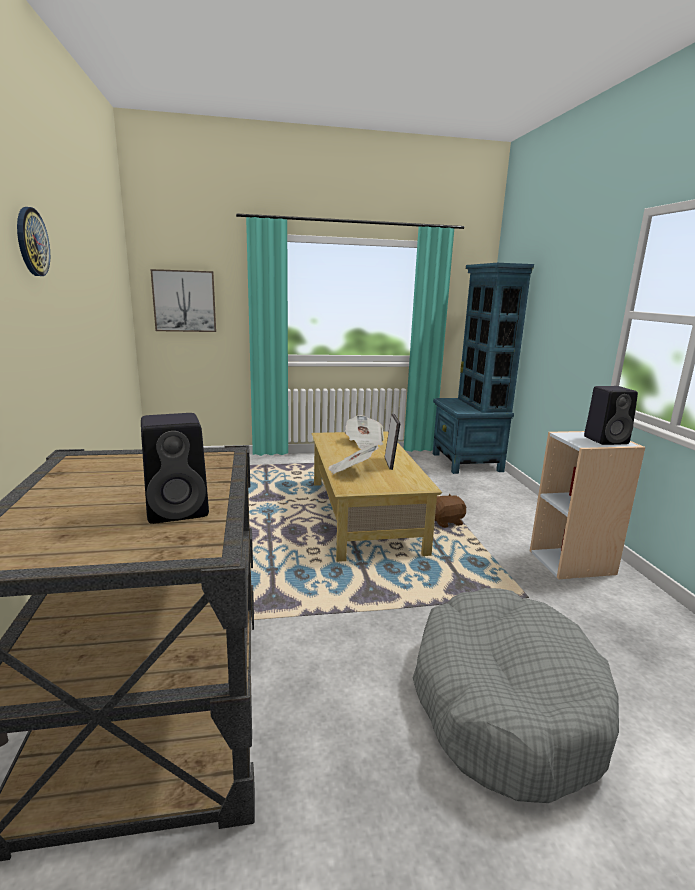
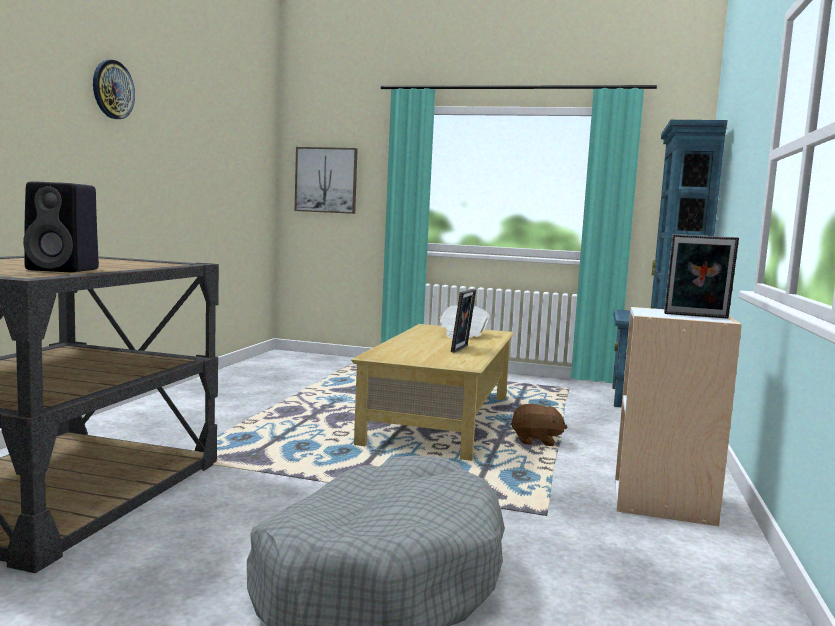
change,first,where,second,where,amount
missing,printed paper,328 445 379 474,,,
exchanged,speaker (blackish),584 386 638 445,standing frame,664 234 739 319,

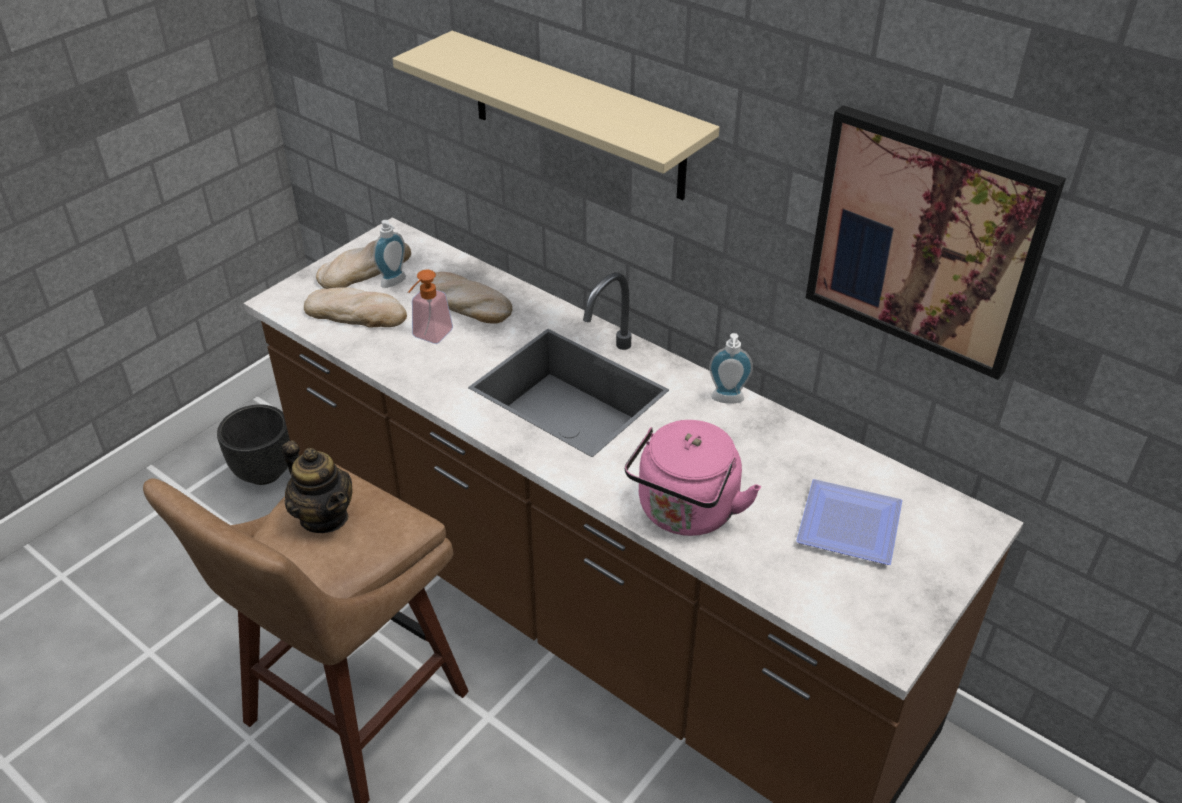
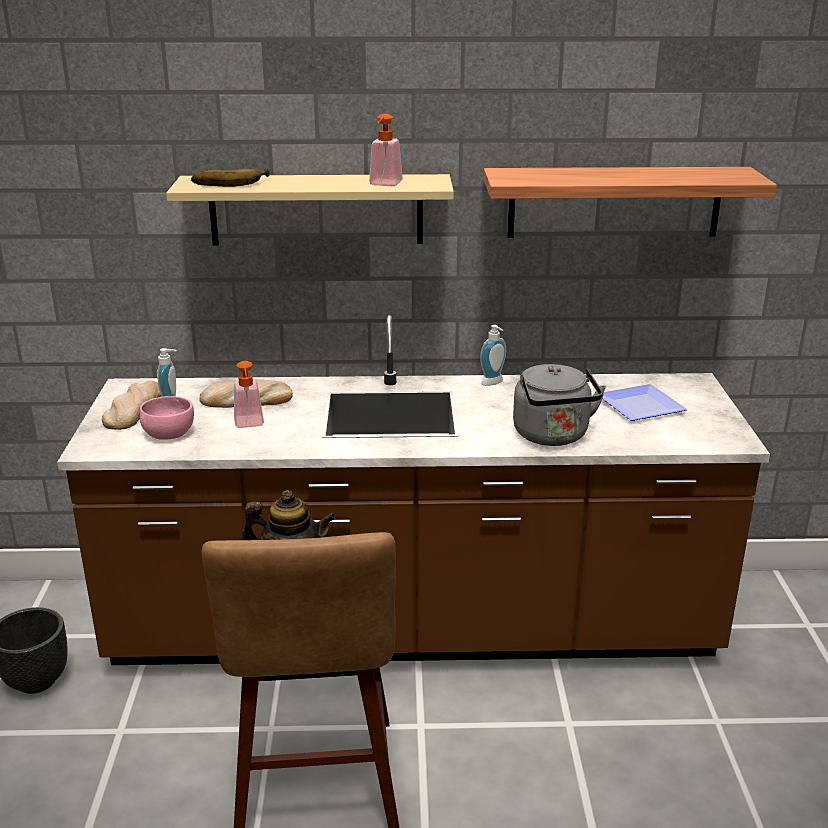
change,first,where,second,where,amount
appeared,,,banana,191 168 270 187,
appeared,,,soap dispenser,369 114 403 186,
exchanged,bakery bread,304 287 407 328,serving bowl (pinkish),140 396 194 440,
exchanged,wall picture,806 105 1066 380,bracket shelf,484 167 777 238,
colour,kettle (pinkish),625 420 761 536,kettle (gray),513 364 606 446,

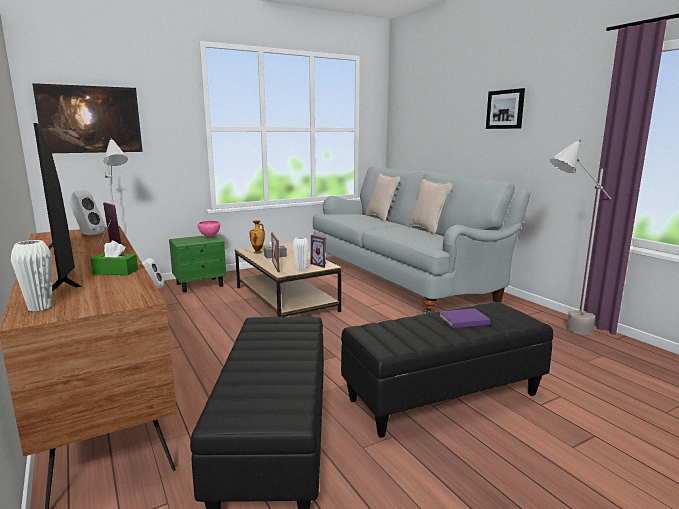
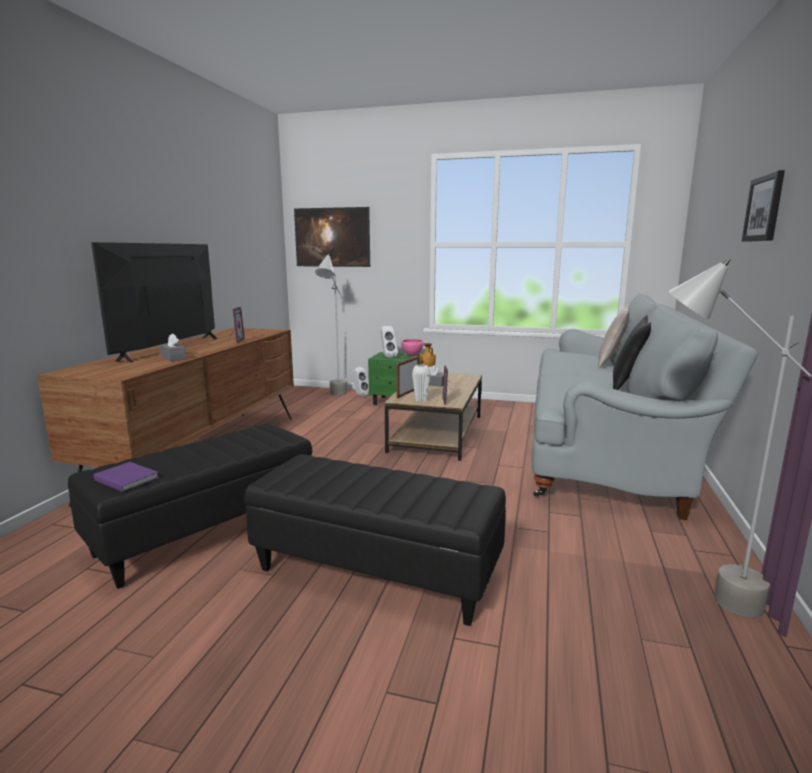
change,first,where,second,where,amount
missing,vase (whitish),11 240 52 311,,,
relocated,speaker (whitish),68 190 105 235,,380 326 398 358,
relocated,book (purplish),439 308 491 328,,93 462 159 492,
colour,tissue box (green),90 240 138 275,tissue box (gray),160 333 186 362,
colour,pillow (beige-coloured),407 179 452 234,pillow (blackish),613 315 651 390,

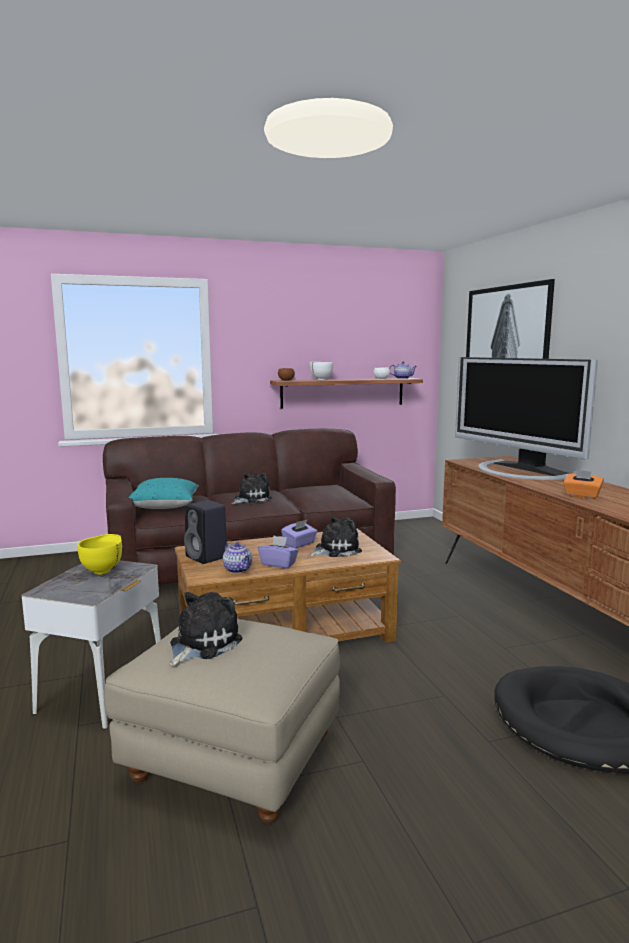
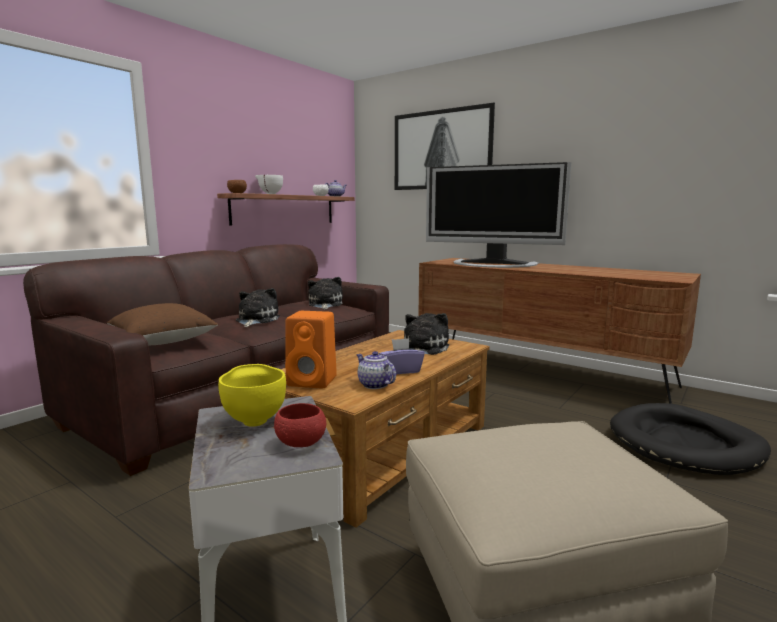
change,first,where,second,where,amount
missing,tissue box (purplish),281 520 317 548,,,
missing,tissue box (orangey),563 470 604 499,,,
appeared,,,serving bowl (reddish),274 403 326 447,
relocated,cuddly toy,169 592 242 666,,308 277 343 310,
colour,pillow (turquoise),129 478 199 509,pillow (brown),107 303 218 345,
colour,speaker (blackish),184 500 227 564,speaker (orangey),285 311 337 388,
spun,pot for tea,223 542 252 573,,356 351 396 389,150 degrees counterclockwise

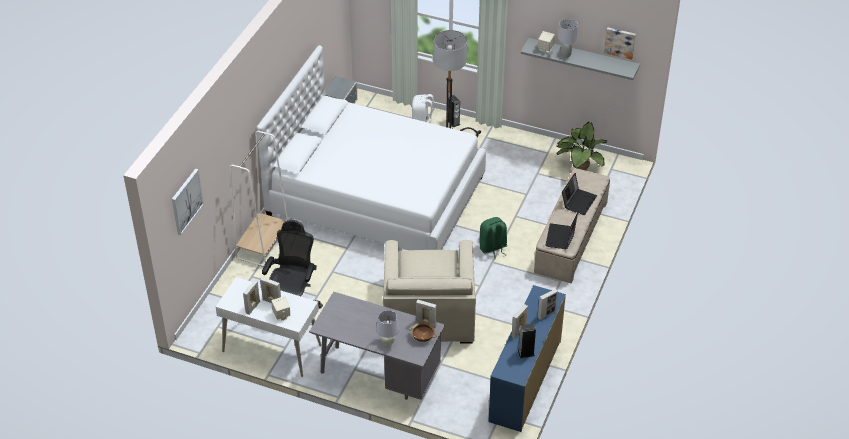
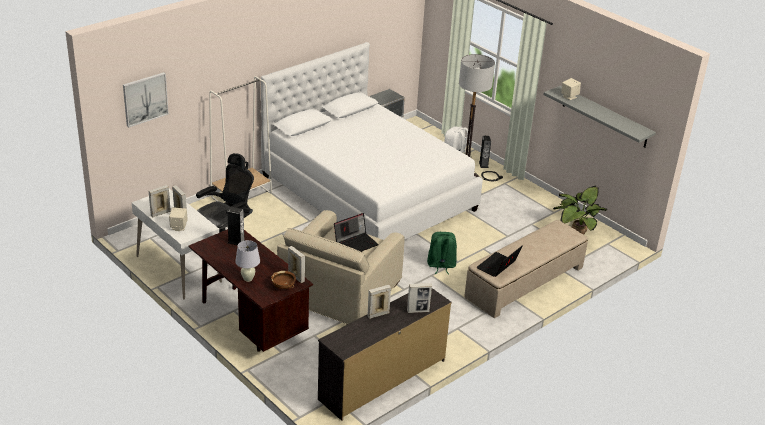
change,first,where,second,where,amount
missing,tabletop lamp (gray),558 19 578 58,,,
missing,wall picture,604 27 636 59,,,
relocated,speaker,518 323 536 358,,227 207 245 246,
relocated,notebook computer,562 173 597 215,,334 213 379 252,
colour,desk (gray),309 291 445 400,desk (brown),188 229 313 352,
colour,chest of drawers (bluish),488 285 566 432,chest of drawers (blackish),318 288 452 421,

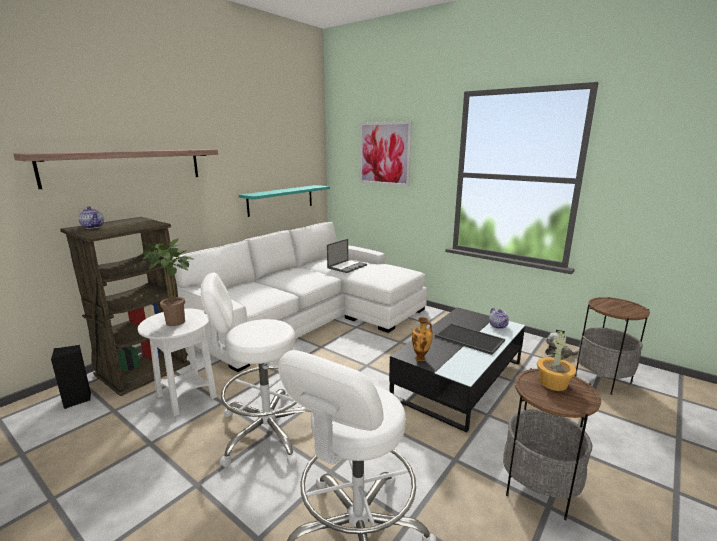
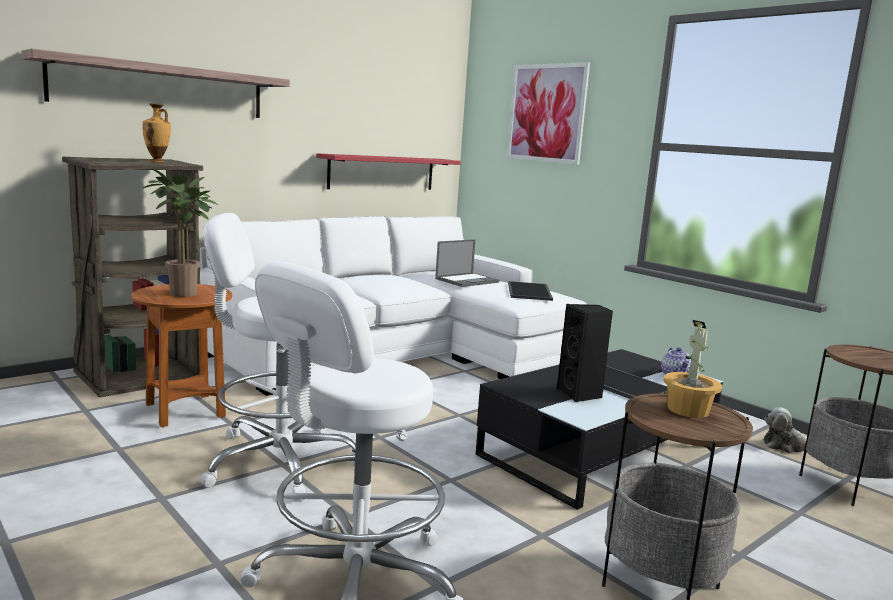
change,first,where,second,where,amount
missing,pot for tea,78 206 104 229,,,
appeared,,,carrying tray,508 281 553 301,
relocated,speaker (blackish),51 345 91 409,,557 304 613 402,
relocated,vase,412 317 433 361,,143 103 171 162,
colour,accent table (whitish),138 309 217 416,accent table (brown),131 284 232 427,
colour,bracket shelf (turquoise),239 185 330 217,bracket shelf (reddish),316 153 461 190,

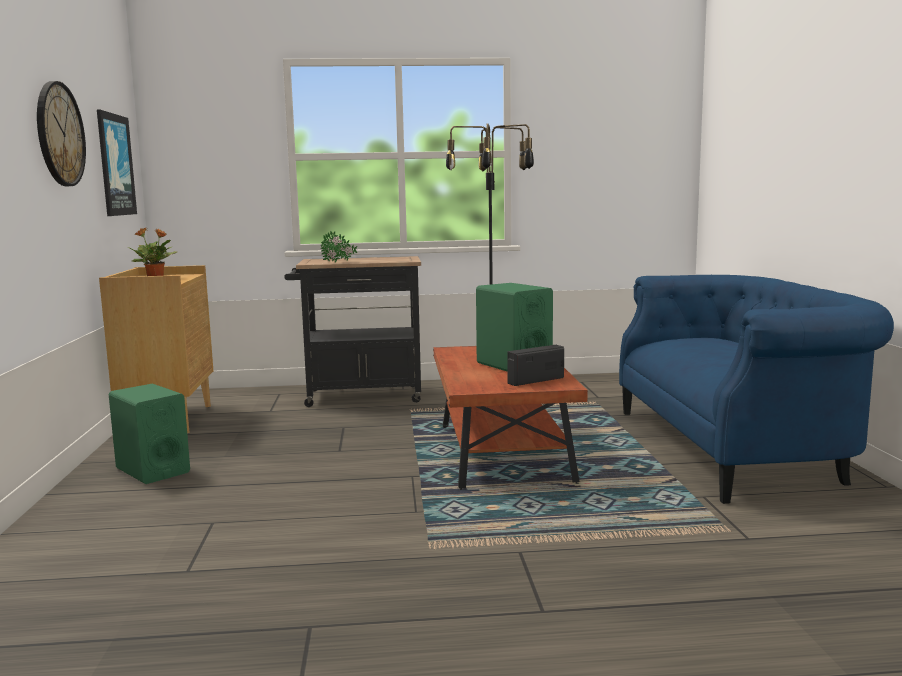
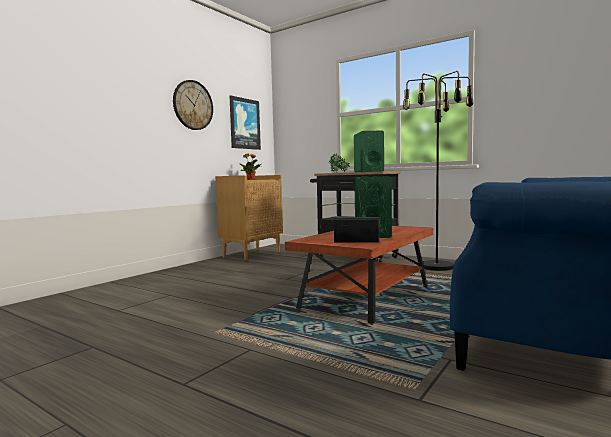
change,first,where,second,where,amount
relocated,speaker (green),109 384 190 484,,354 130 384 172,

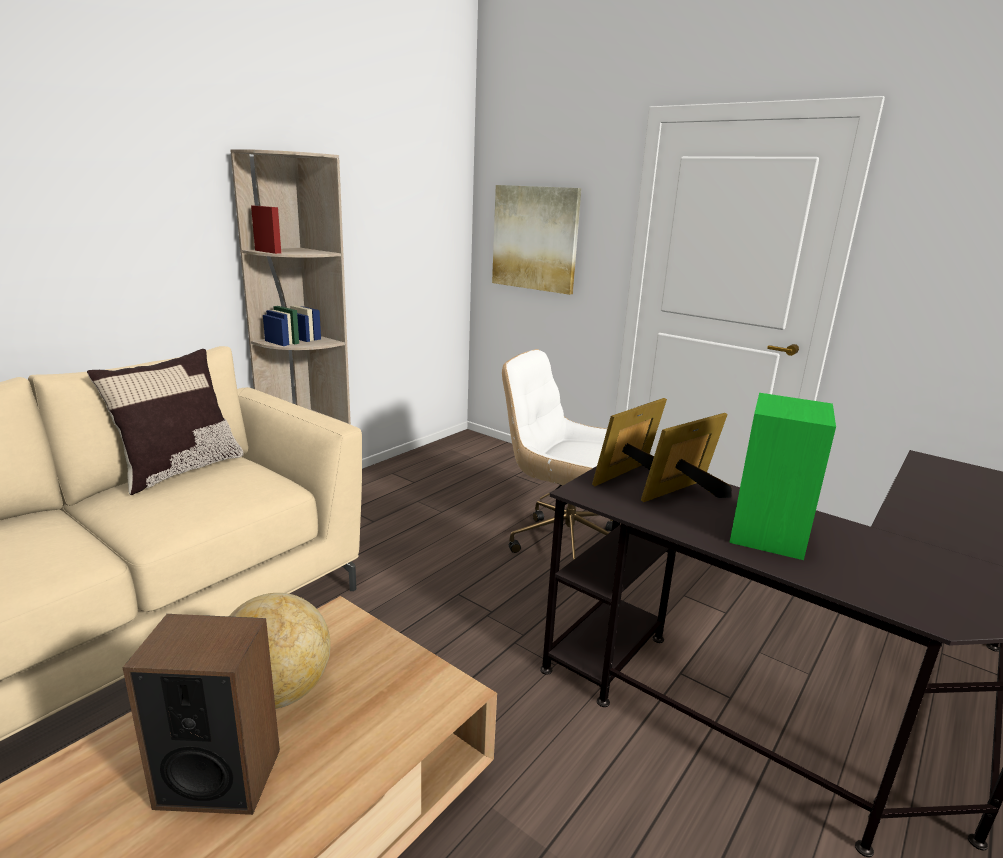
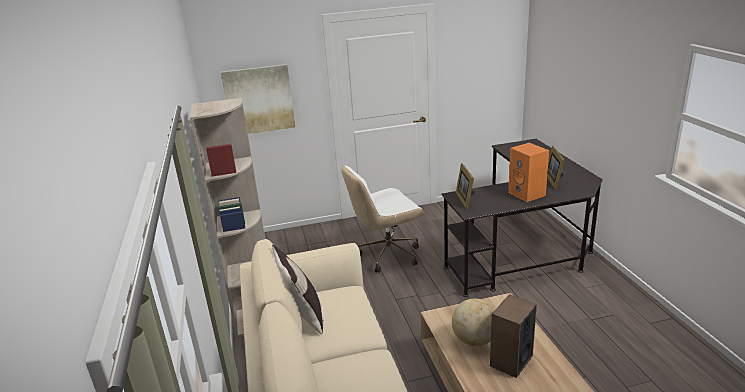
change,first,where,second,where,amount
relocated,standing frame,641 413 732 502,,547 146 565 189,
colour,speaker (green),729 393 836 560,speaker (orangey),508 143 549 202,

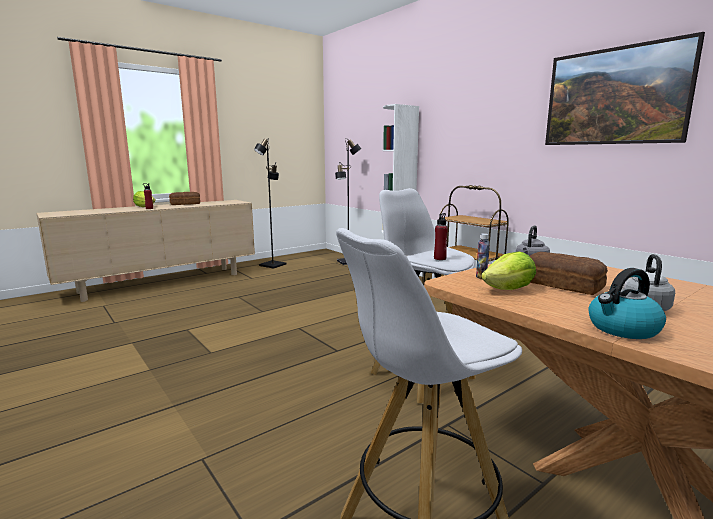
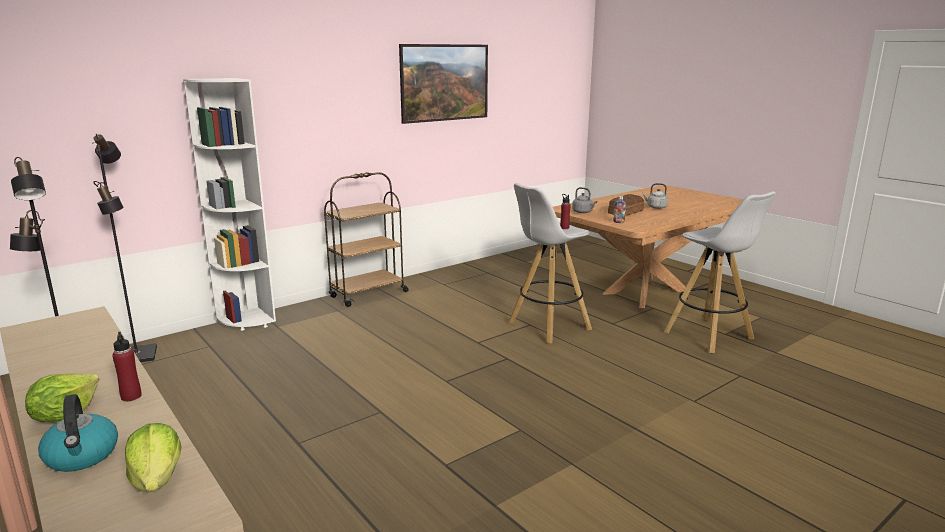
change,first,where,second,where,amount
missing,bakery bread,169 192 200 205,,,
relocated,lettuce head,481 252 536 290,,125 423 181 492,
relocated,kettle,589 268 666 339,,38 394 118 472,

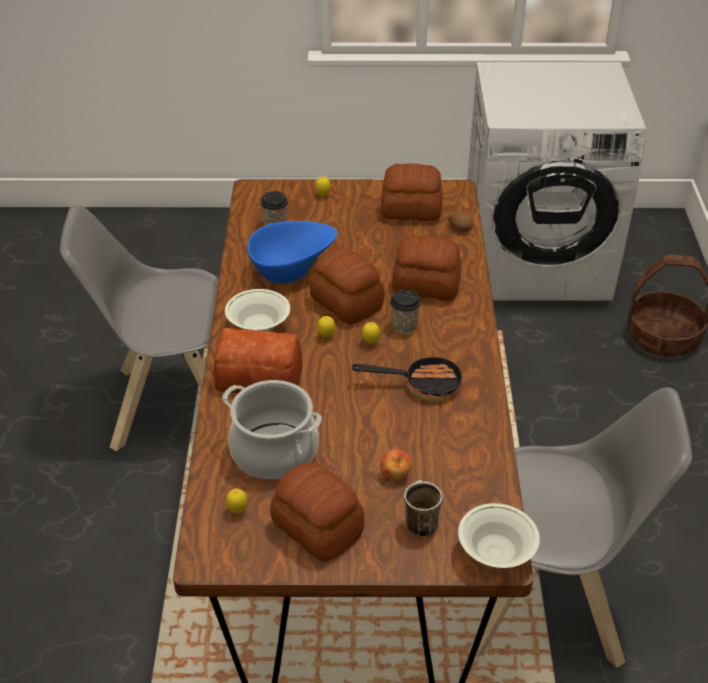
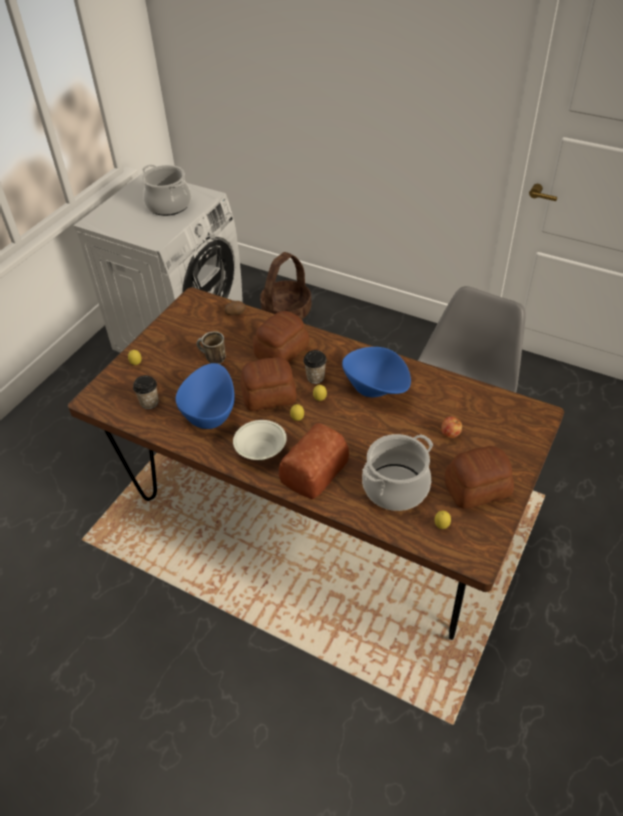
change,first,where,second,where,amount
missing,plain chair (gray),60 205 219 451,,,
missing,bakery bread,381 163 443 221,,,
missing,serving bowl (whitish),458 503 540 568,,,
appeared,,,stockpot,142 164 191 216,
relocated,mug,404 480 443 536,,197 331 226 364,
exchanged,pan,352 354 462 401,serving bowl (bluish),342 347 411 397,

